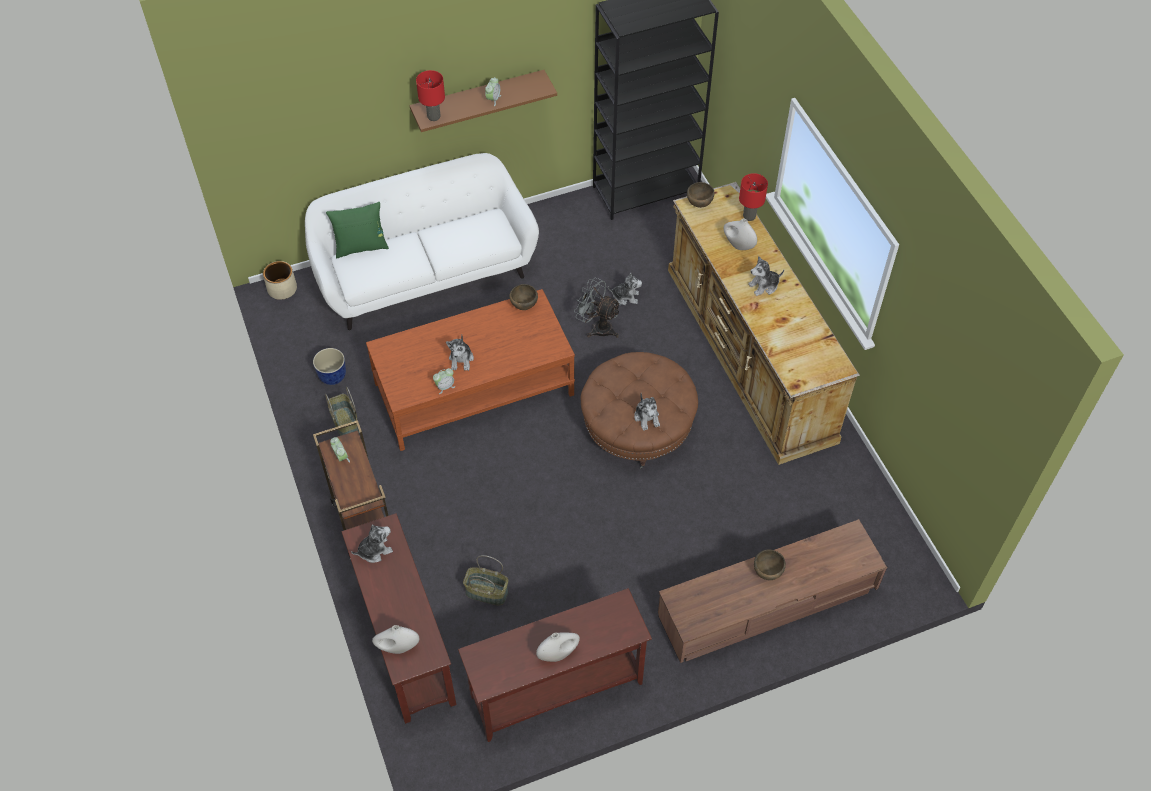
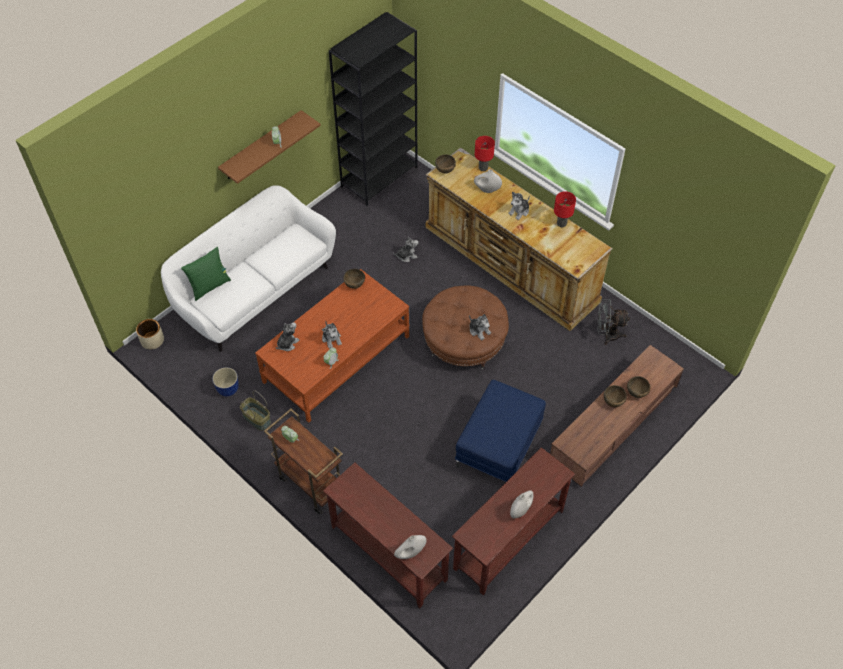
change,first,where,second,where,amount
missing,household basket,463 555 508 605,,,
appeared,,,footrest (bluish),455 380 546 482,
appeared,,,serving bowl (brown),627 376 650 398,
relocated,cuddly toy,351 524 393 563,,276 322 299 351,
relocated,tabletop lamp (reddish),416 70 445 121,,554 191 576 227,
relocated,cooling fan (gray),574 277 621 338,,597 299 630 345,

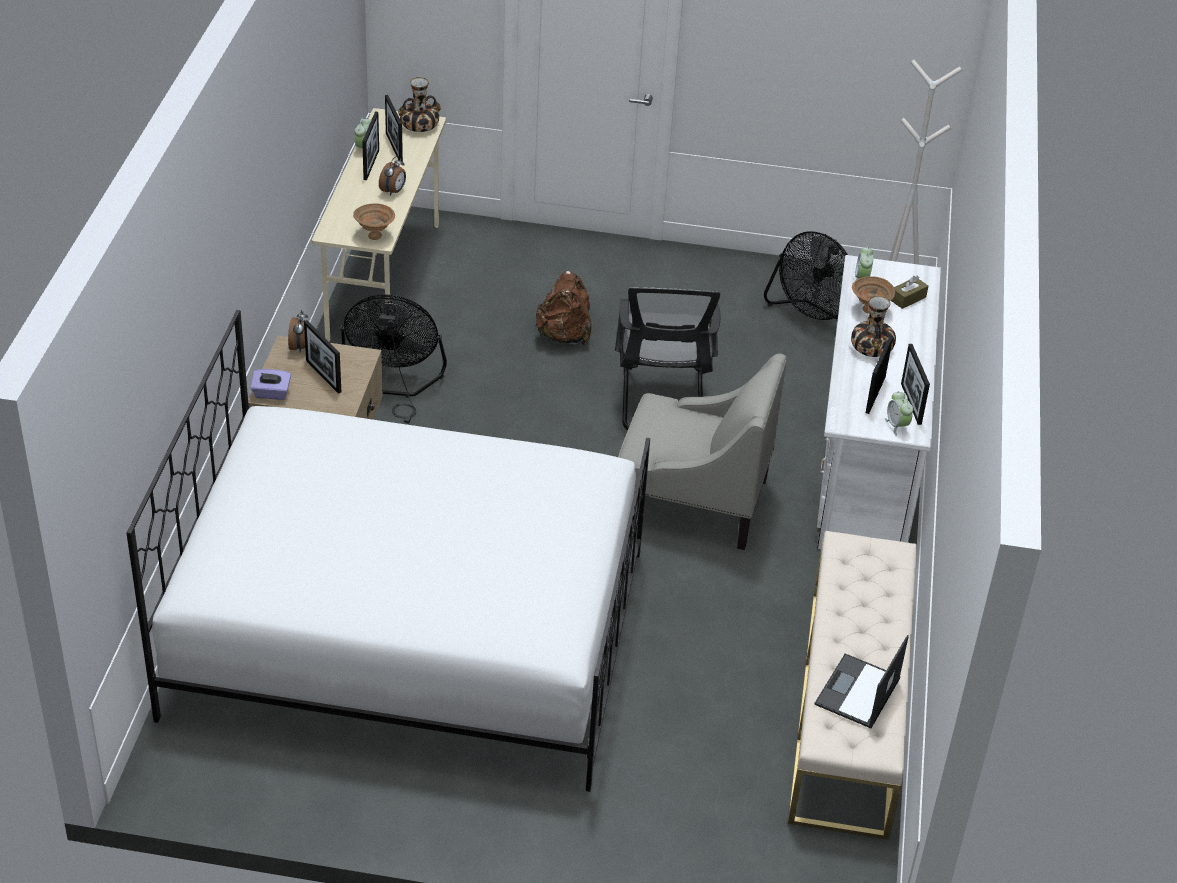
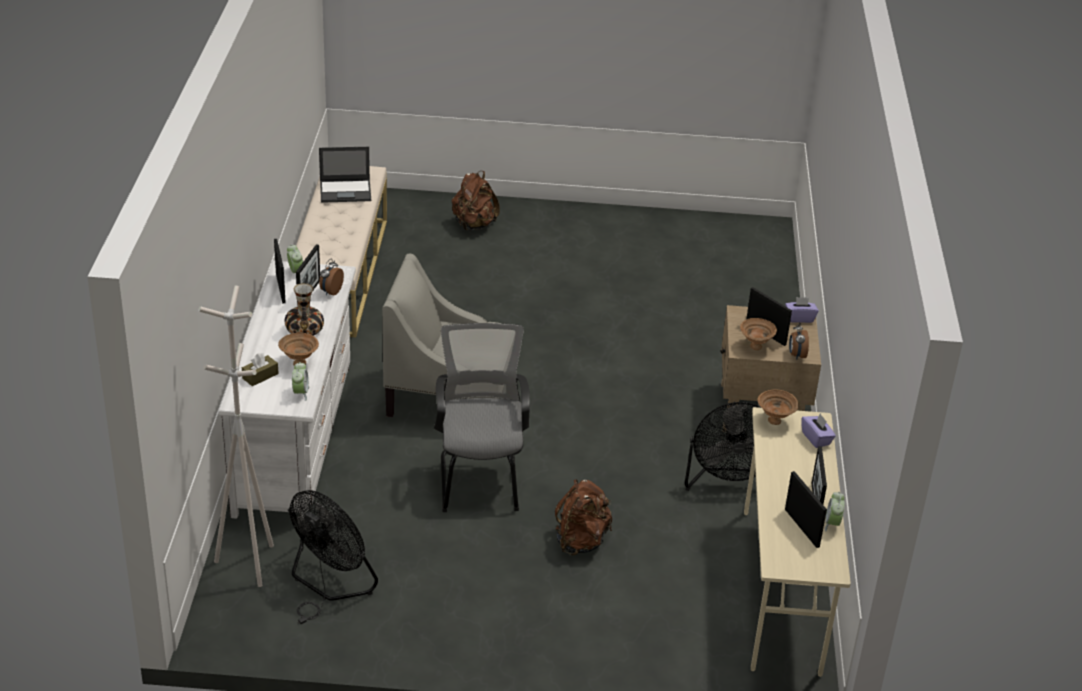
change,first,where,second,where,amount
missing,bed (whitish),126 310 650 792,,,
missing,vase,398 77 441 132,,,
appeared,,,rucksack (brown),452 171 500 230,
appeared,,,serving bowl (brown),740 318 777 350,
appeared,,,tissue box (purplish),801 413 836 448,
relocated,table clock,379 156 406 196,,319 258 344 295,
spun,notebook computer,814 635 909 728,,319 147 371 203,60 degrees clockwise

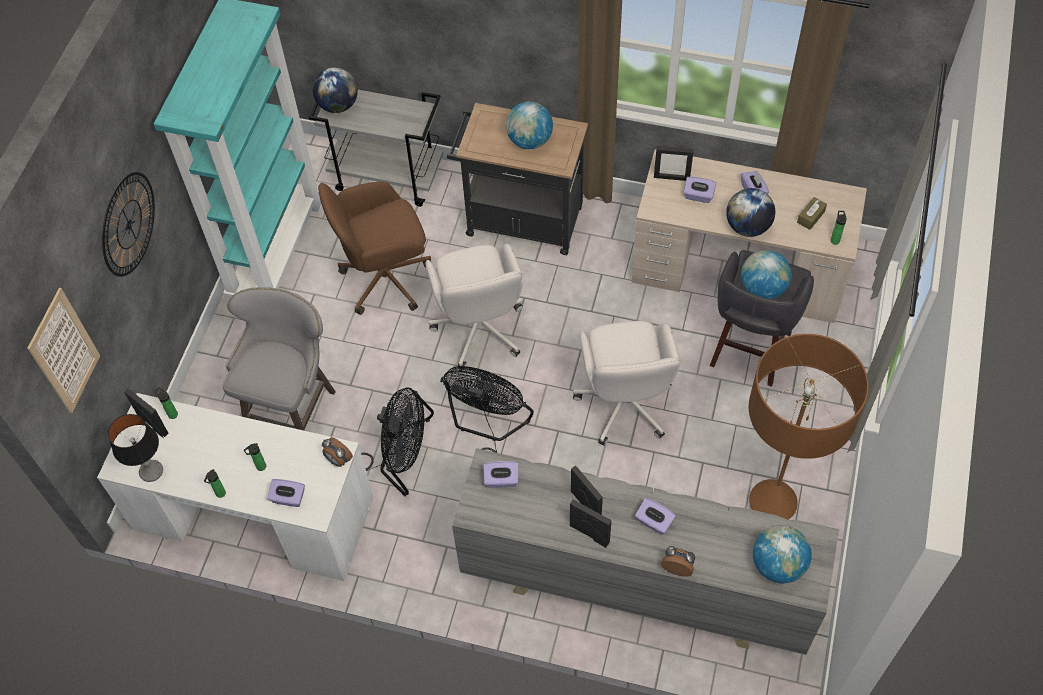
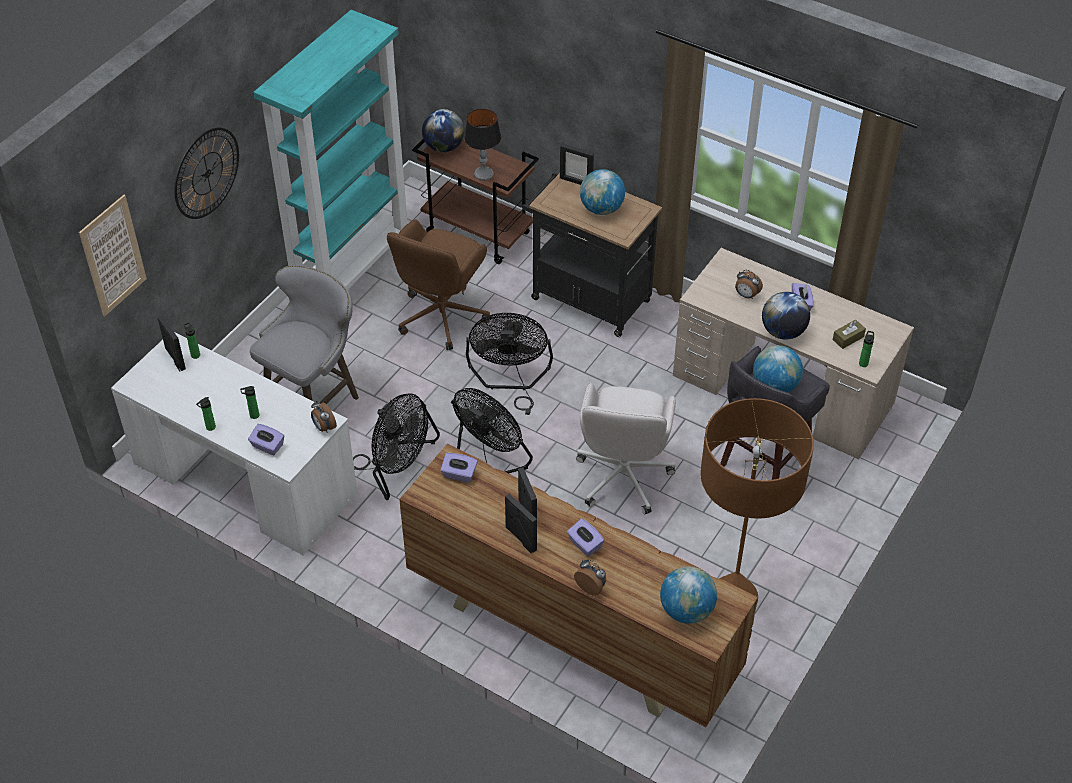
change,first,where,second,where,amount
relocated,tabletop lamp,108 414 163 482,,464 109 501 181,
relocated,standing frame,654 146 694 181,,560 144 594 185,
exchanged,office chair (whitish),426 243 523 370,cooling fan (blackish),466 313 553 416,
exchanged,tissue box (purplish),683 177 716 203,table clock,735 270 763 299,
colour,wheeled cart (gray),309 90 443 207,wheeled cart (brown),412 138 539 264,
colour,cabinet (gray),452 448 839 655,cabinet (brown),399 443 758 727,
spun,office chair (brown),318 182 431 315,,387 219 490 350,60 degrees counterclockwise

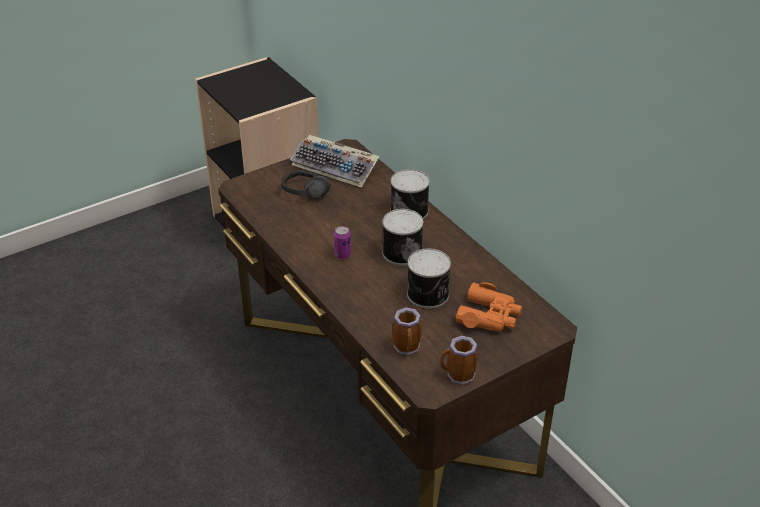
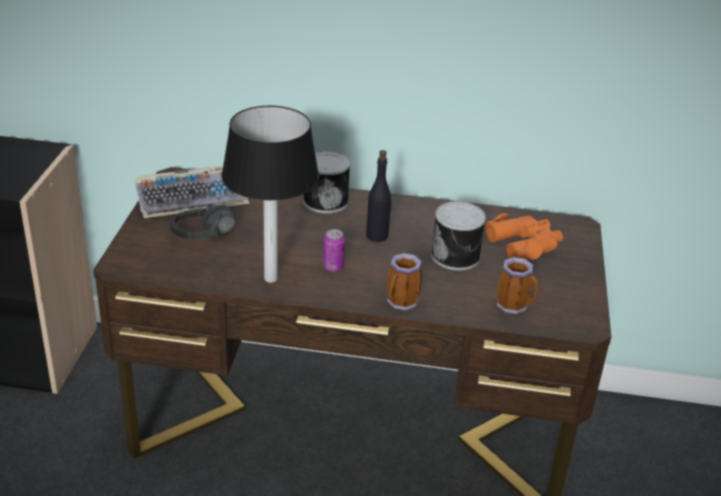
change,first,where,second,where,amount
appeared,,,tabletop lamp,221 106 319 283,
relocated,mug,440 335 478 385,,387 253 422 311,
exchanged,can,382 209 423 266,beverage bottle (blackish),366 150 392 242,

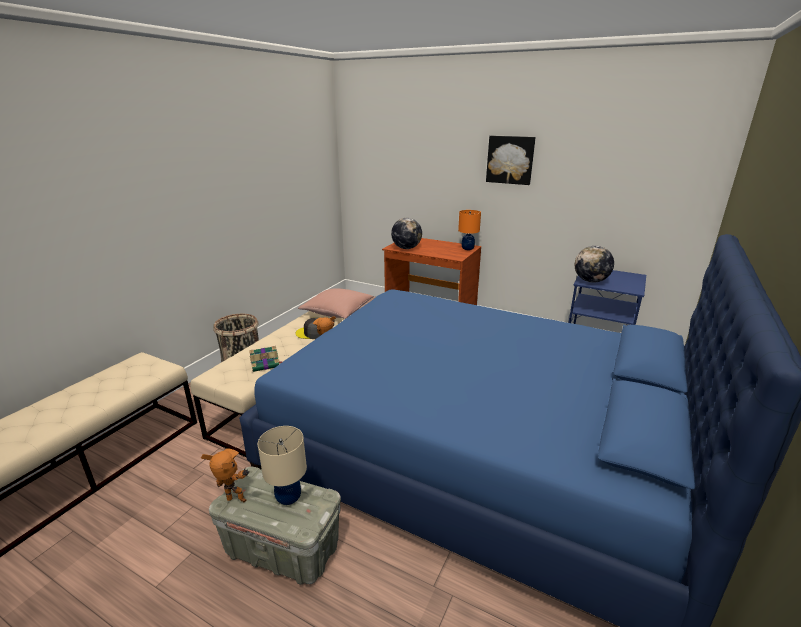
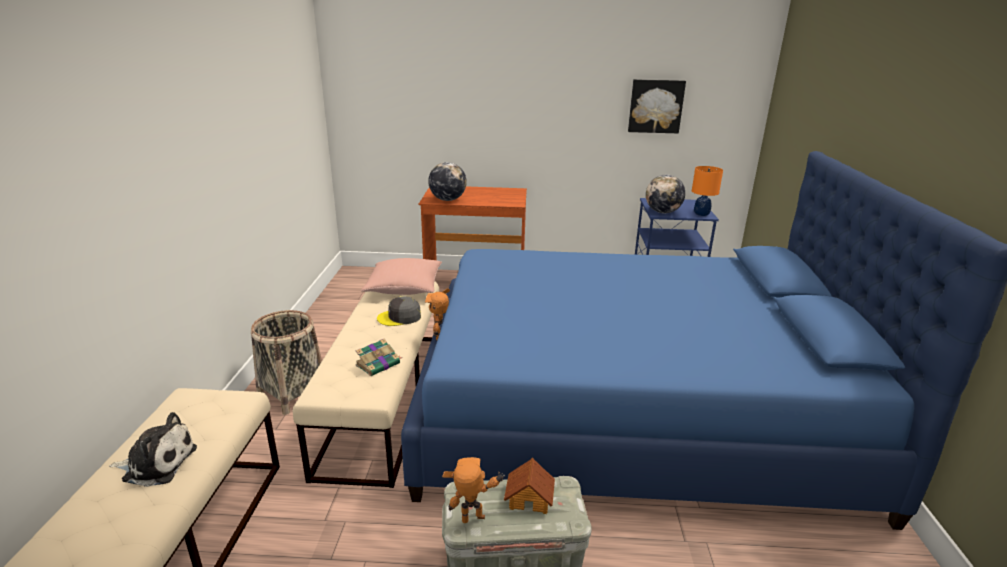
change,first,where,second,where,amount
appeared,,,cuddly toy,109 412 197 487,
relocated,tabletop lamp (orangey),458 210 481 250,,692 166 723 216,
relocated,wall picture,486 135 536 185,,628 79 686 134,
exchanged,tabletop lamp (beige-coloured),258 426 307 505,model house,504 458 555 514,

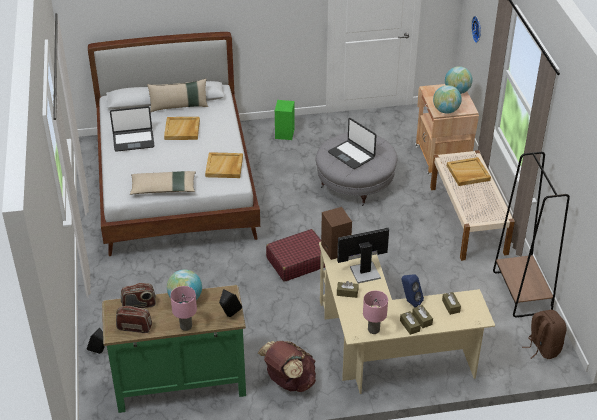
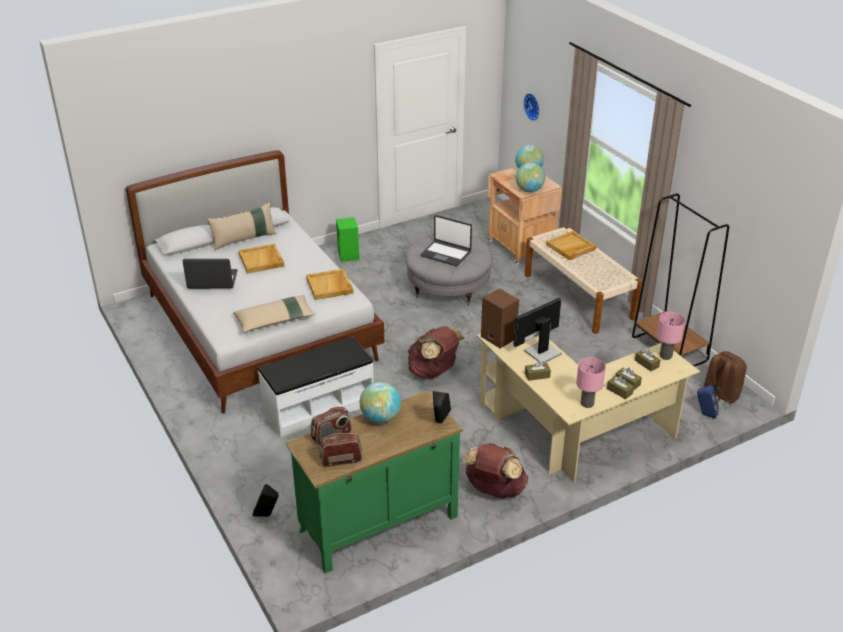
change,first,where,second,where,amount
appeared,,,bench (whitish),258 336 374 437,
relocated,tabletop lamp (pinkish),170 286 197 331,,657 312 685 360,
relocated,speaker (bluish),401 274 424 307,,697 385 719 419,
exchanged,piece of luggage (reddish),266 229 325 282,rucksack (brown),408 326 465 379,
spun,notebook computer,110 106 155 152,,183 259 238 289,150 degrees counterclockwise

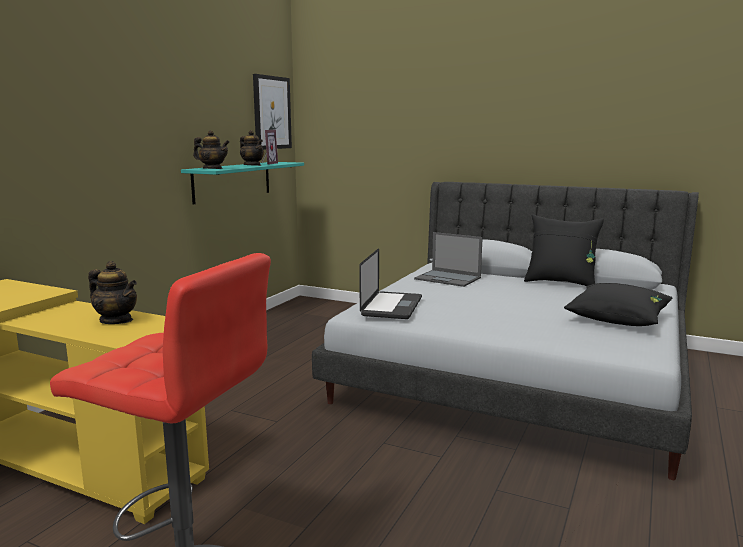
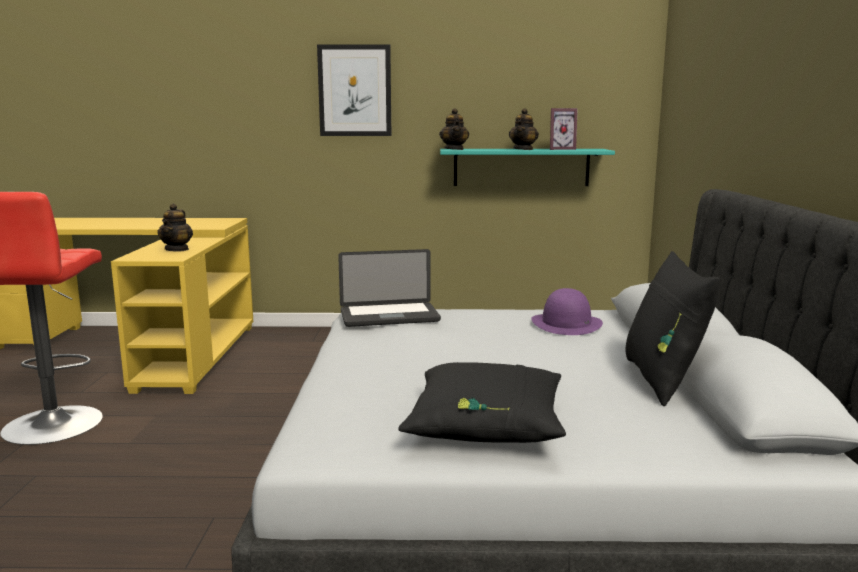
change,first,where,second,where,amount
relocated,wall picture,253 74 292 150,,317 44 391 136,
exchanged,notebook computer,414 232 483 287,wearable hat (purplish),531 288 603 335,

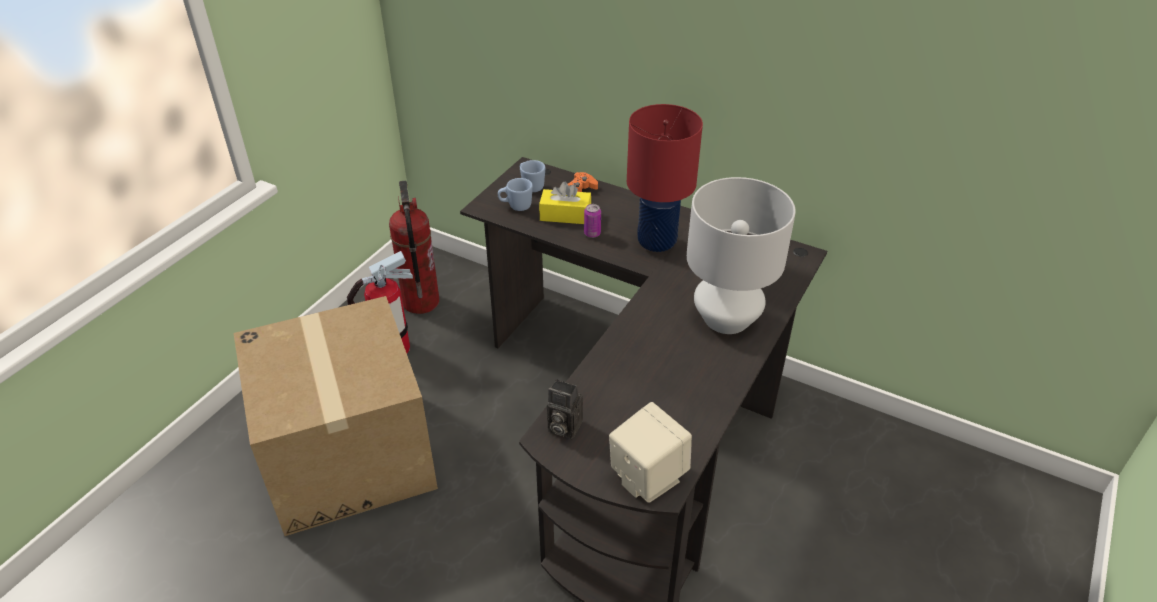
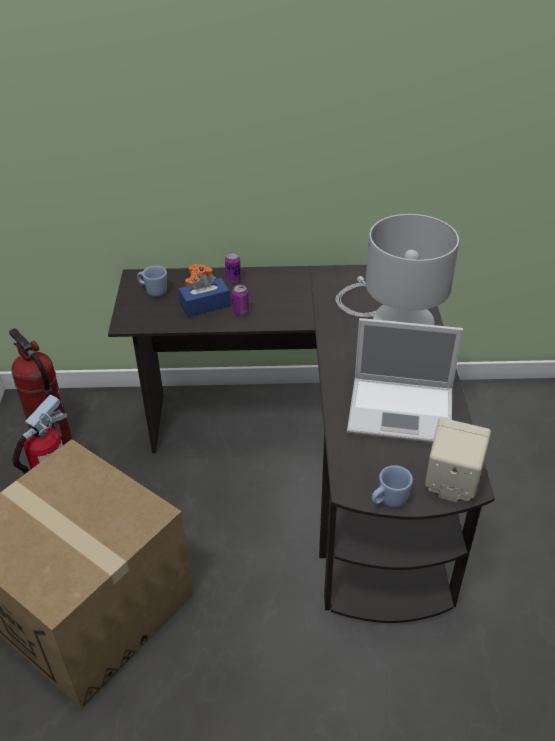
change,first,where,second,where,amount
missing,photo camera,547 379 583 439,,,
missing,tabletop lamp (reddish),627 104 703 252,,,
appeared,,,can,225 253 241 283,
appeared,,,notebook computer,347 318 463 443,
relocated,mug (bluish),498 178 533 211,,372 465 413 508,
colour,tissue box (yellow),539 182 591 224,tissue box (bluish),178 274 231 317,

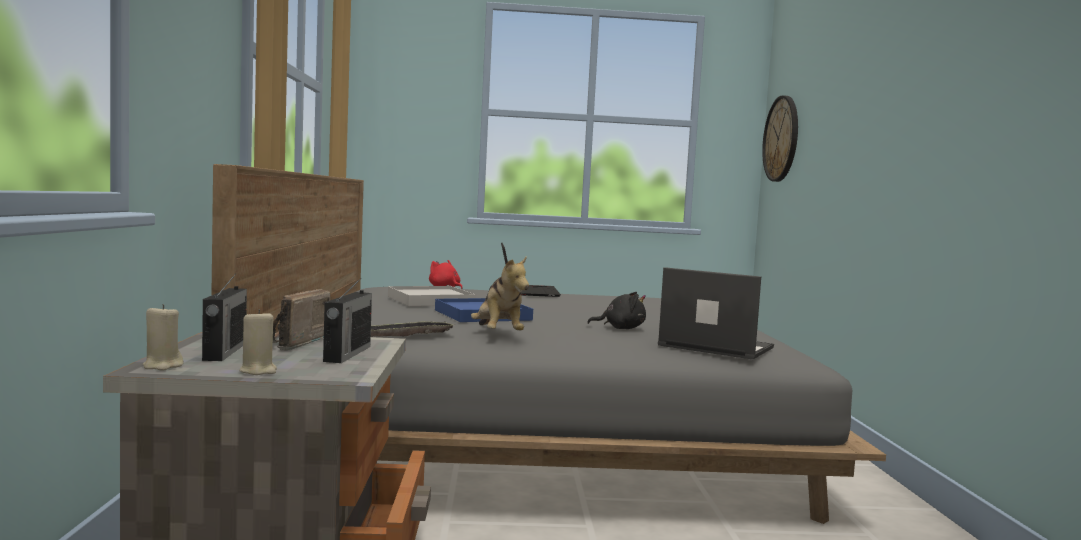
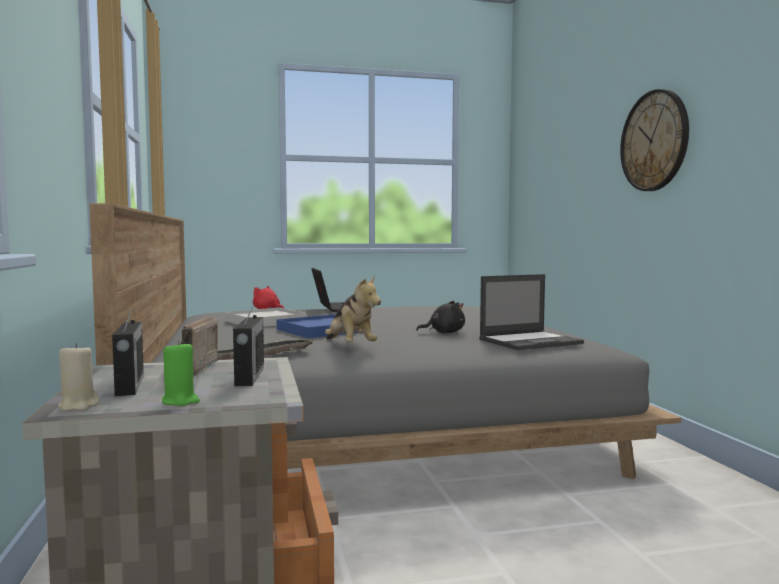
change,first,where,second,where,amount
relocated,hanging clock,762 95 798 182,,620 89 689 191,
colour,wax candle (beige-coloured),239 309 277 375,wax candle (green),162 340 200 406,
spun,notebook computer,658 267 774 359,,479 274 584 350,135 degrees clockwise

